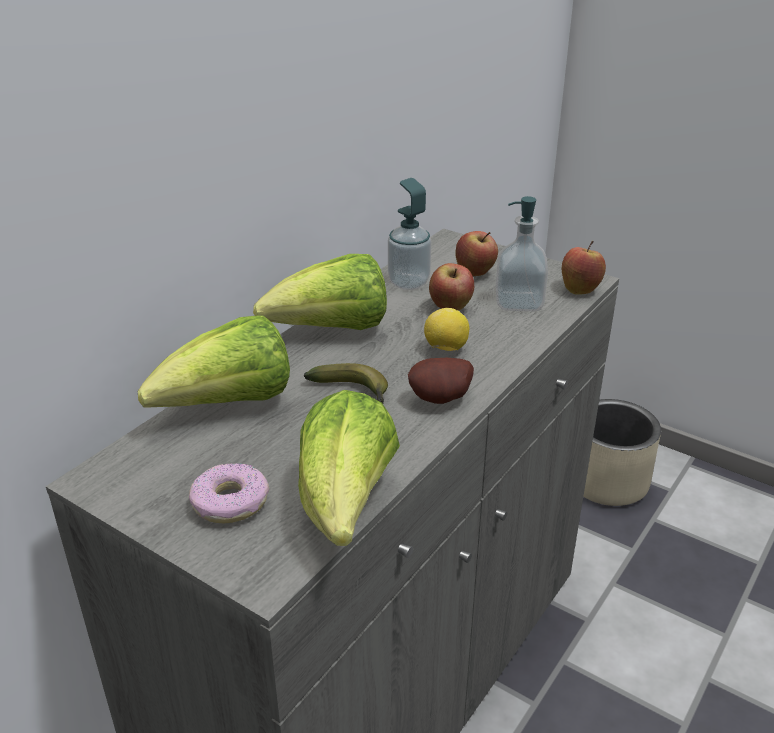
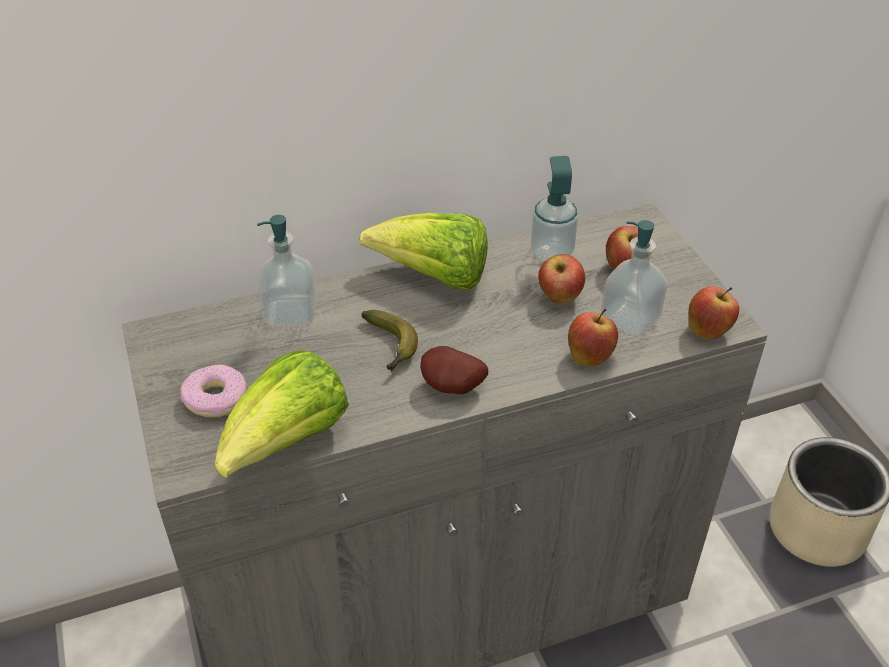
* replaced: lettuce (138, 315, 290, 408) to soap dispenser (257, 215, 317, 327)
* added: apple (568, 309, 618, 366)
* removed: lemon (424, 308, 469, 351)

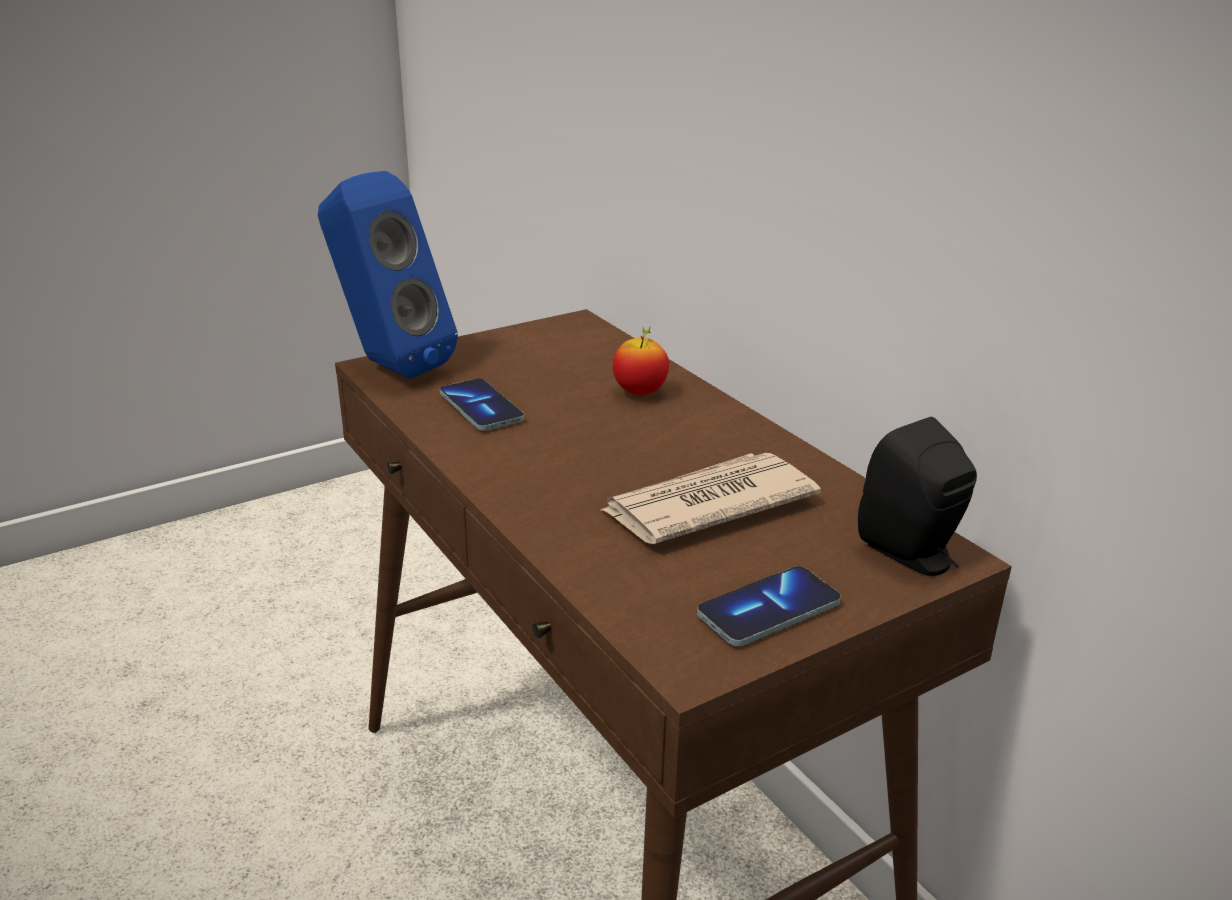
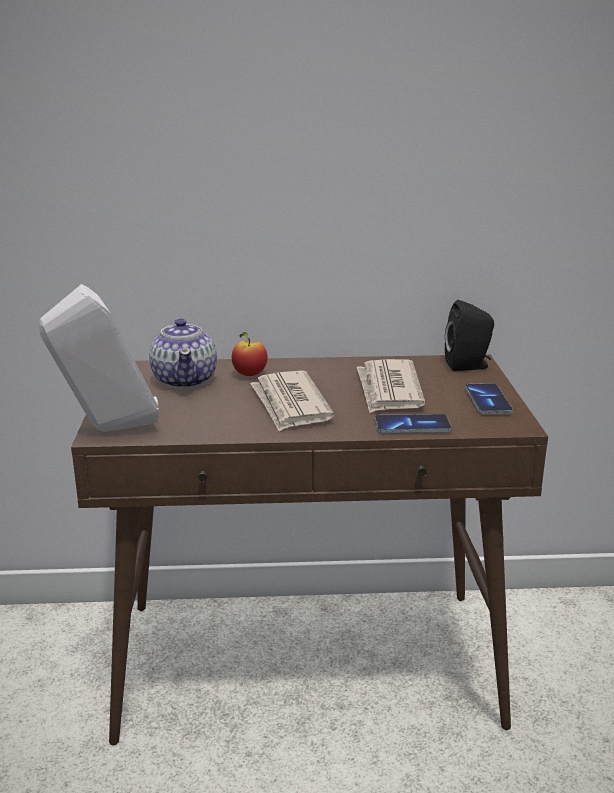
* recoloured: speaker in blue (318, 171, 458, 379) to speaker in white (39, 284, 159, 432)
* added: teapot (149, 318, 217, 389)
* added: newspaper (250, 370, 335, 432)
* moved: phone (440, 378, 524, 431) to (375, 414, 452, 433)

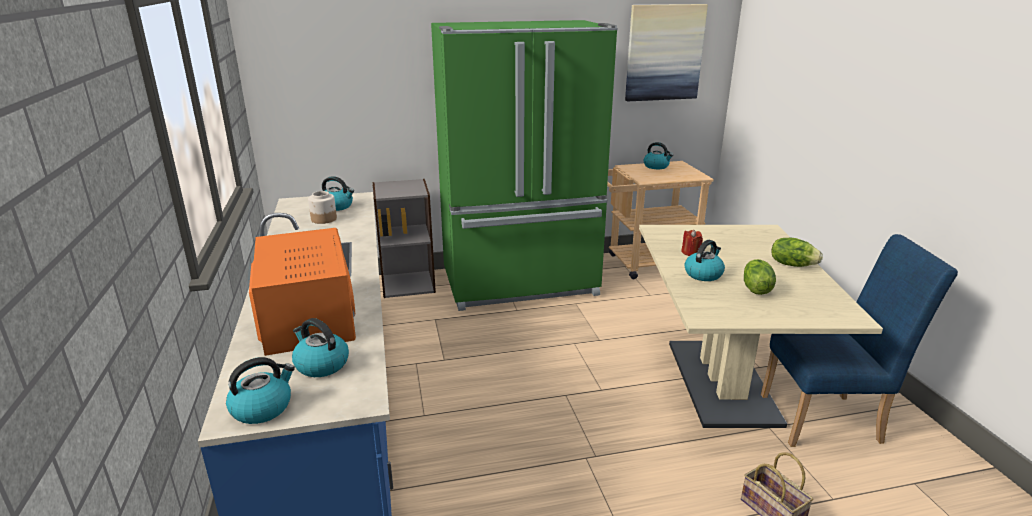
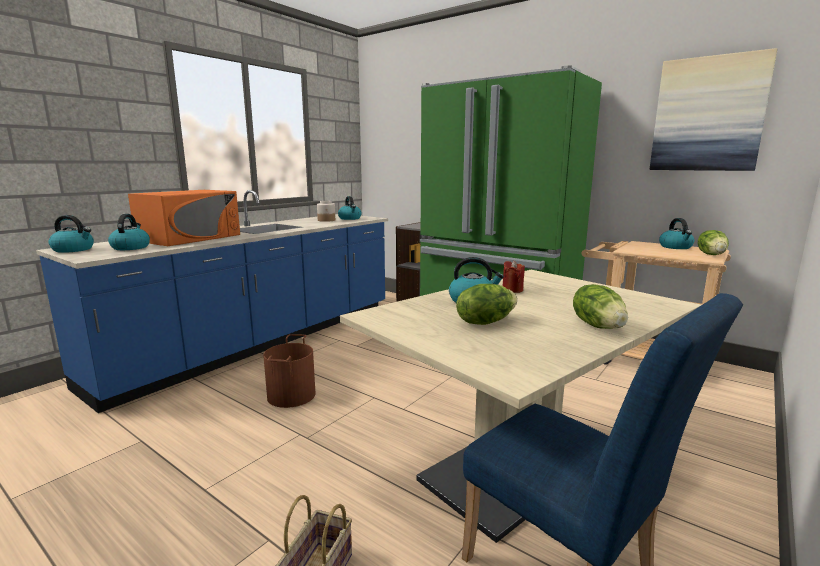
* added: bucket in brown (263, 334, 316, 408)
* added: lettuce (698, 230, 729, 255)

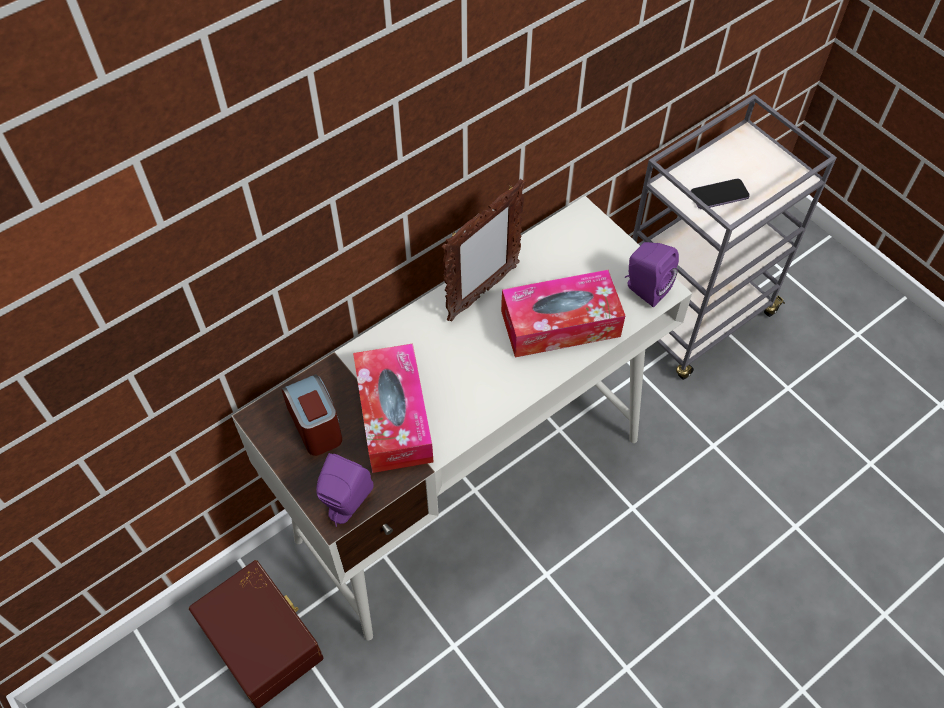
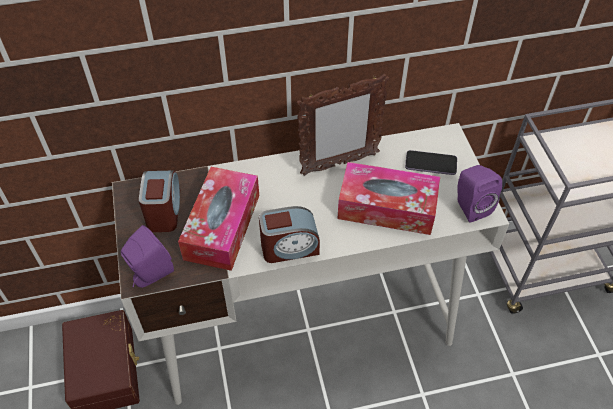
* added: alarm clock (259, 206, 320, 263)
* moved: phone (691, 179, 750, 209) to (405, 150, 457, 175)

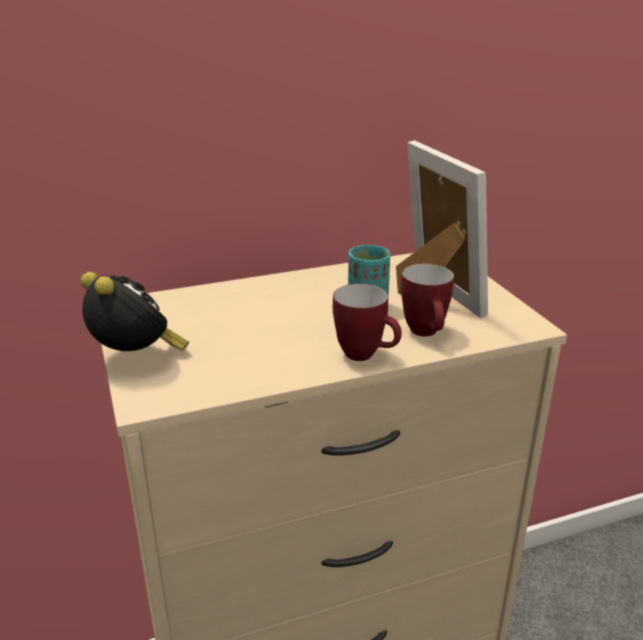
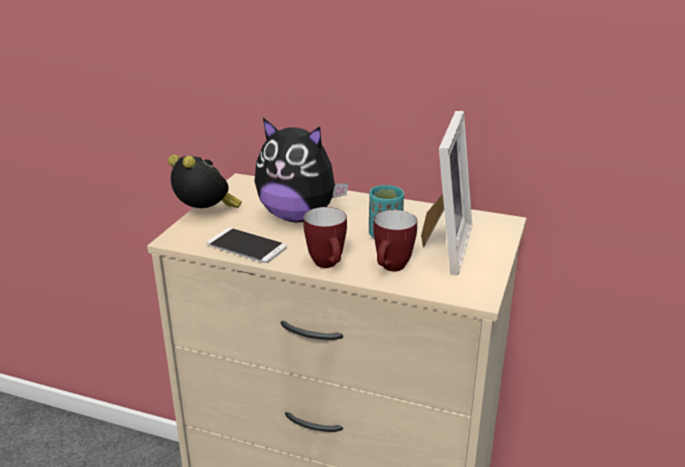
* turned: alarm clock (81, 272, 189, 351) = (168, 155, 242, 208) 45 degrees counterclockwise
* added: phone (207, 228, 287, 263)
* added: plush toy (254, 118, 349, 222)

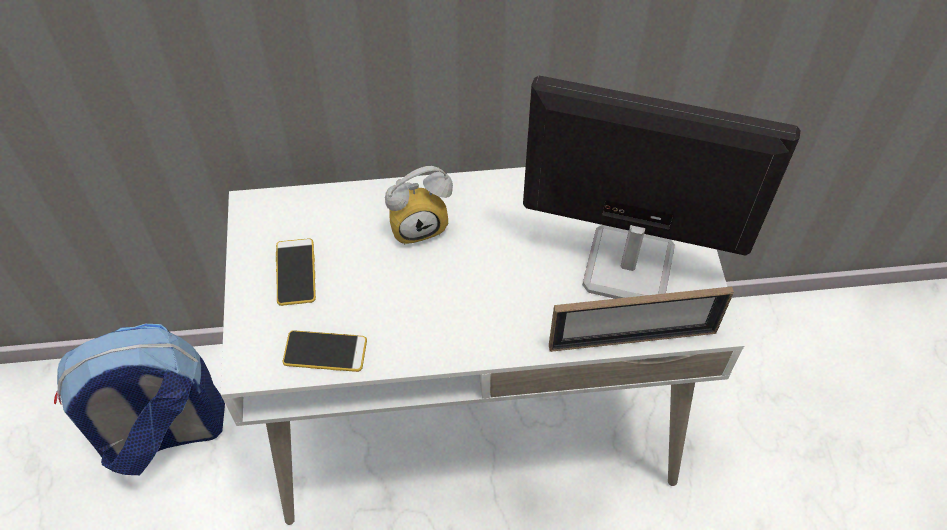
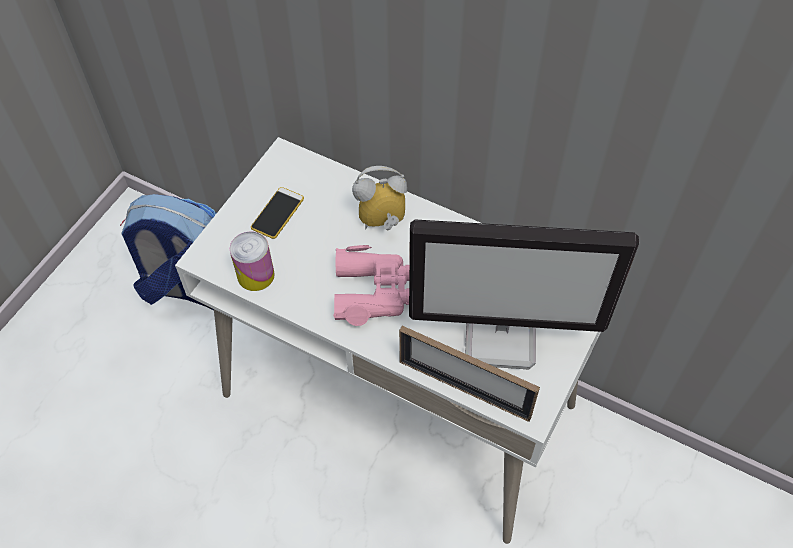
* replaced: phone (283, 330, 367, 372) to can (230, 232, 275, 291)
* added: binoculars in pink (333, 245, 409, 326)
* turned: alarm clock (385, 166, 453, 245) = (352, 166, 407, 230) 150 degrees clockwise
* turned: monitor (523, 75, 801, 299) = (409, 219, 639, 370) 135 degrees clockwise

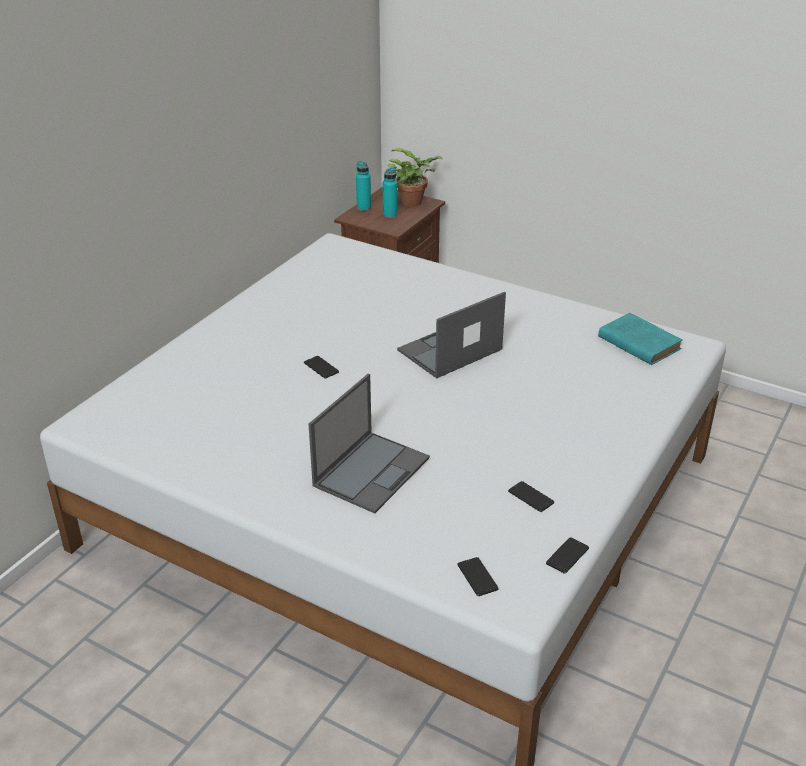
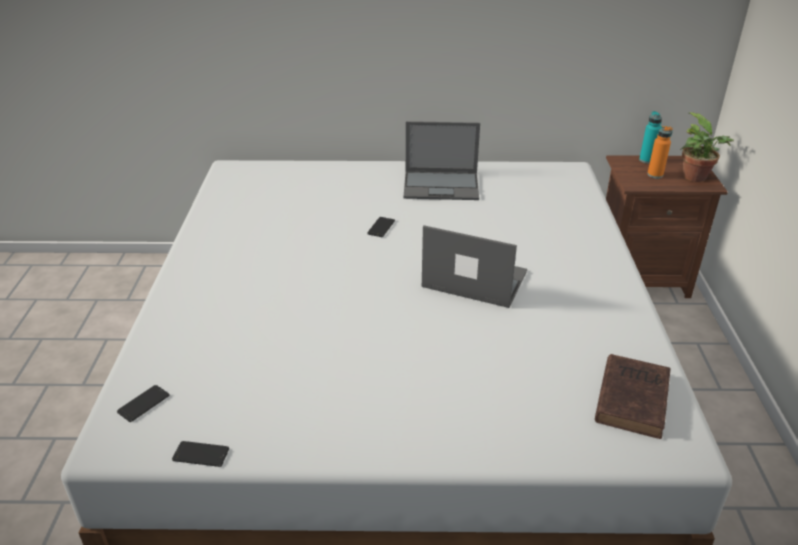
* moved: laptop (309, 374, 430, 513) to (404, 121, 480, 200)
* recoloured: book in turquoise (598, 313, 683, 365) to book in brown (595, 354, 671, 439)
* recoloured: bottle in turquoise (383, 168, 397, 218) to bottle in orange (647, 126, 673, 178)
* removed: phone (508, 481, 554, 512)

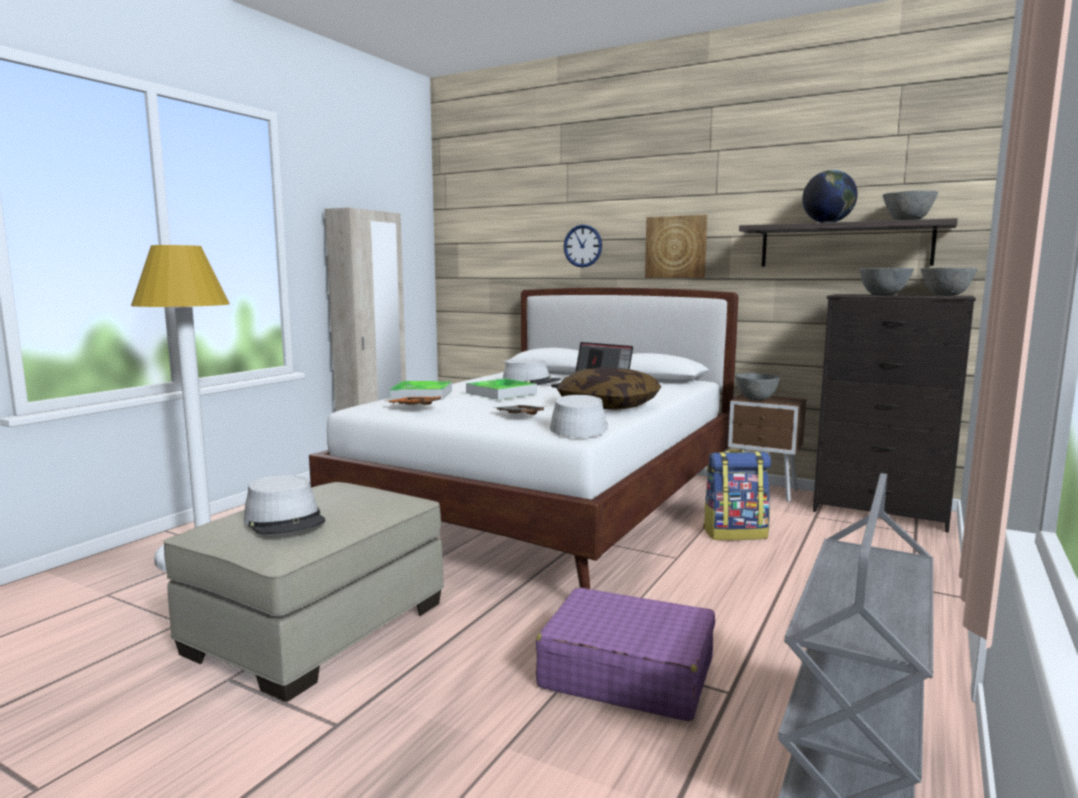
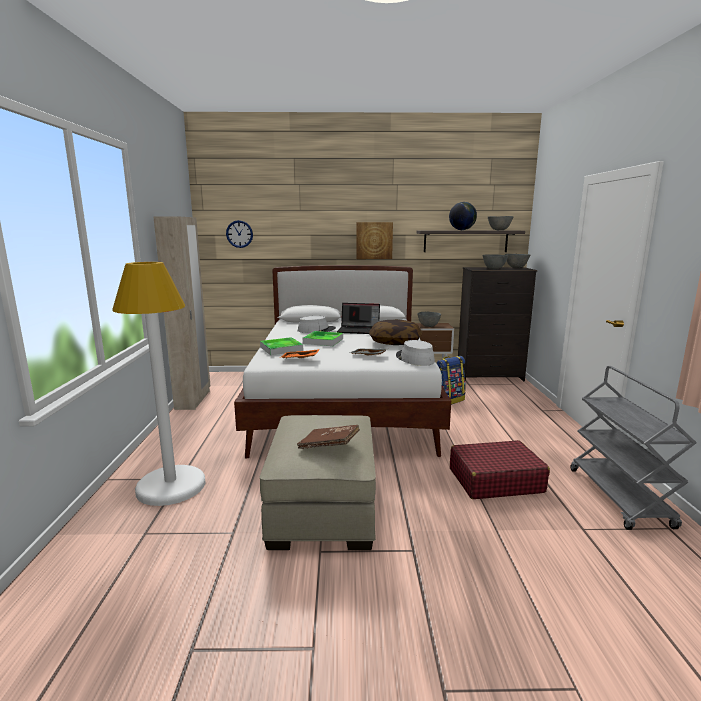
* moved: wall clock (564, 225, 602, 268) to (226, 220, 253, 248)
* replaced: hat in grey (244, 475, 326, 534) to book in brown (297, 425, 360, 449)
* recoloured: suitcase in purple (536, 587, 715, 721) to suitcase in red (450, 440, 550, 499)

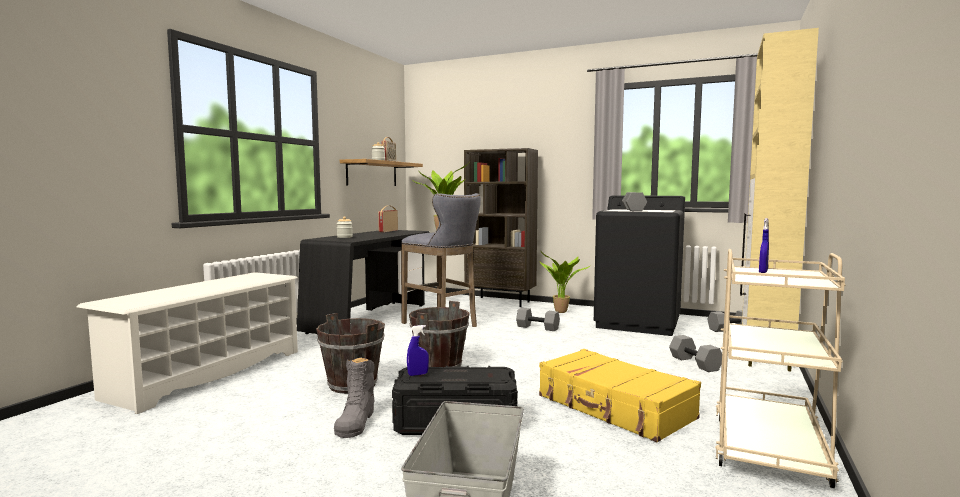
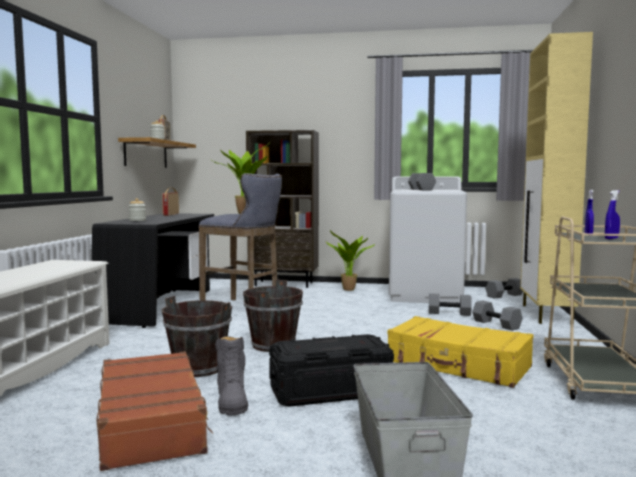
* added: suitcase in brown (96, 351, 213, 471)
* recoloured: washing machine in black (594, 195, 685, 336) to washing machine in white (389, 177, 467, 303)
* moved: dumbbell in grey (516, 308, 560, 331) to (429, 293, 472, 316)
* moved: spray bottle in blue (407, 325, 429, 376) to (605, 190, 620, 239)

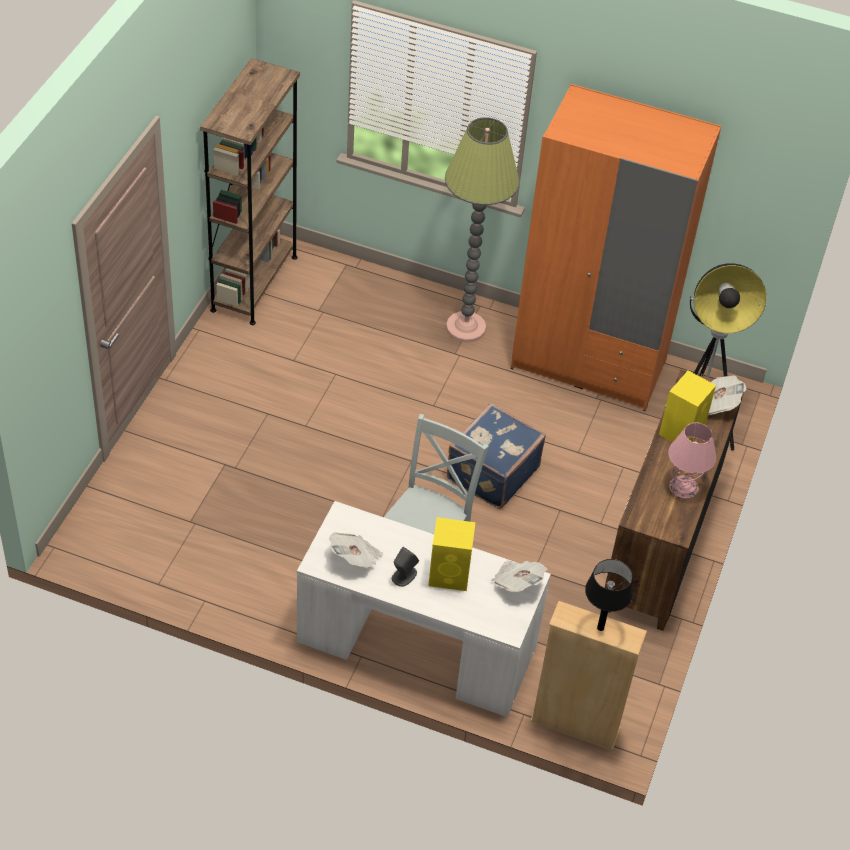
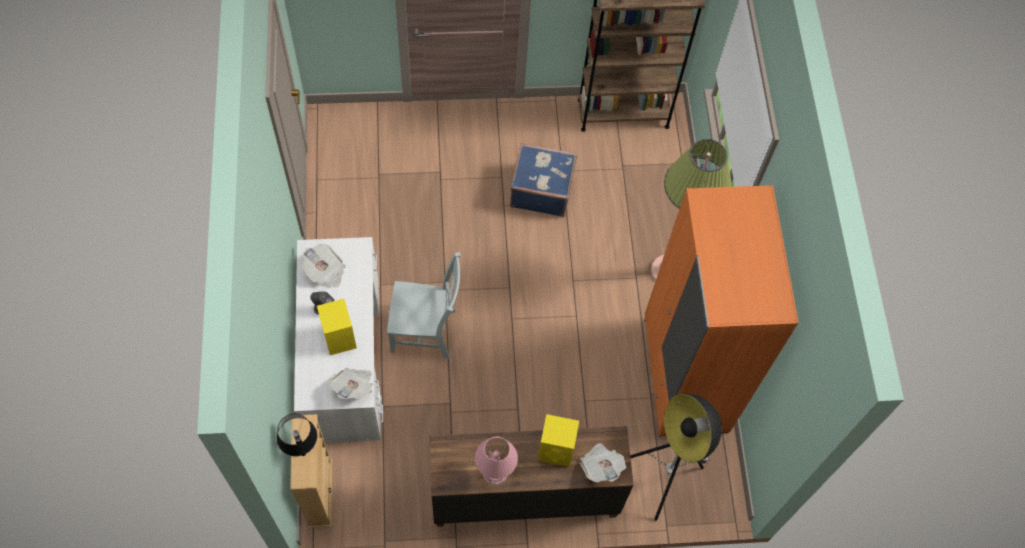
* moved: suitcase in blue (447, 403, 546, 509) to (510, 143, 577, 217)

